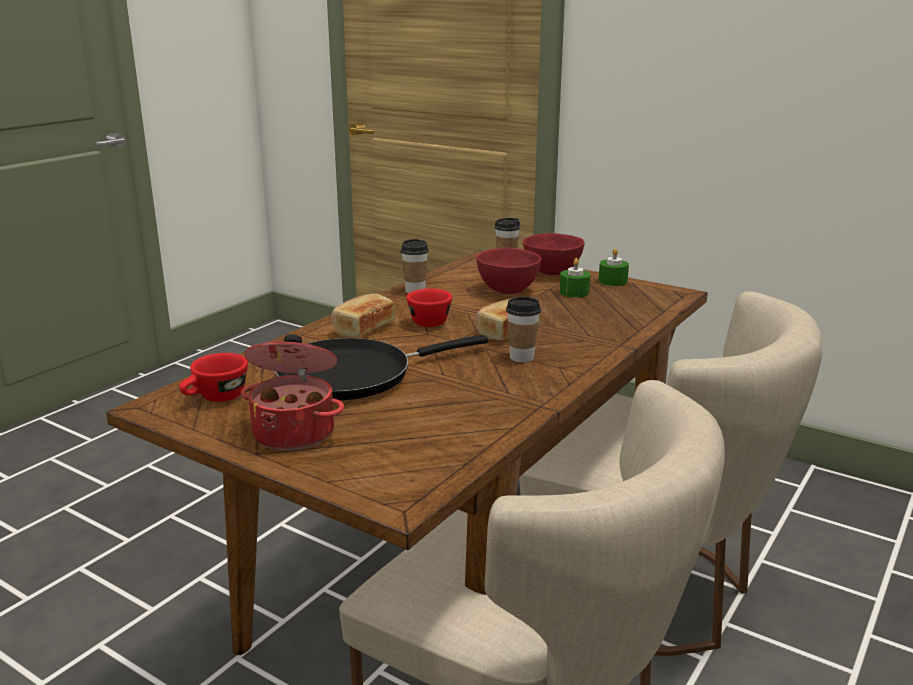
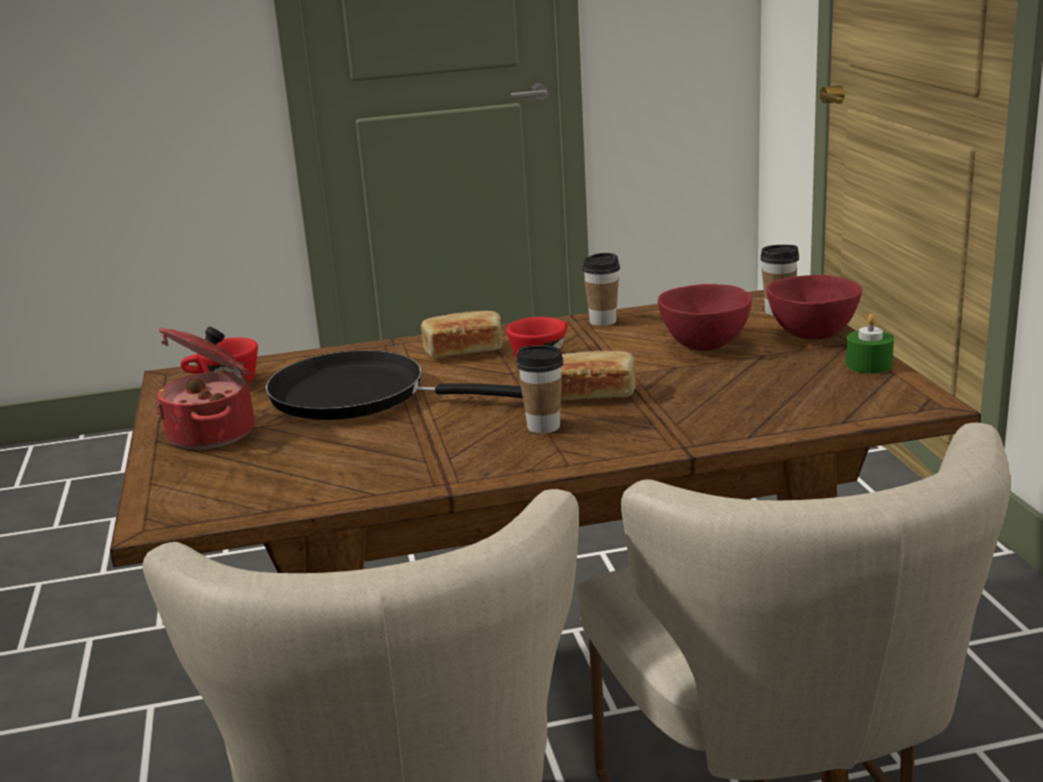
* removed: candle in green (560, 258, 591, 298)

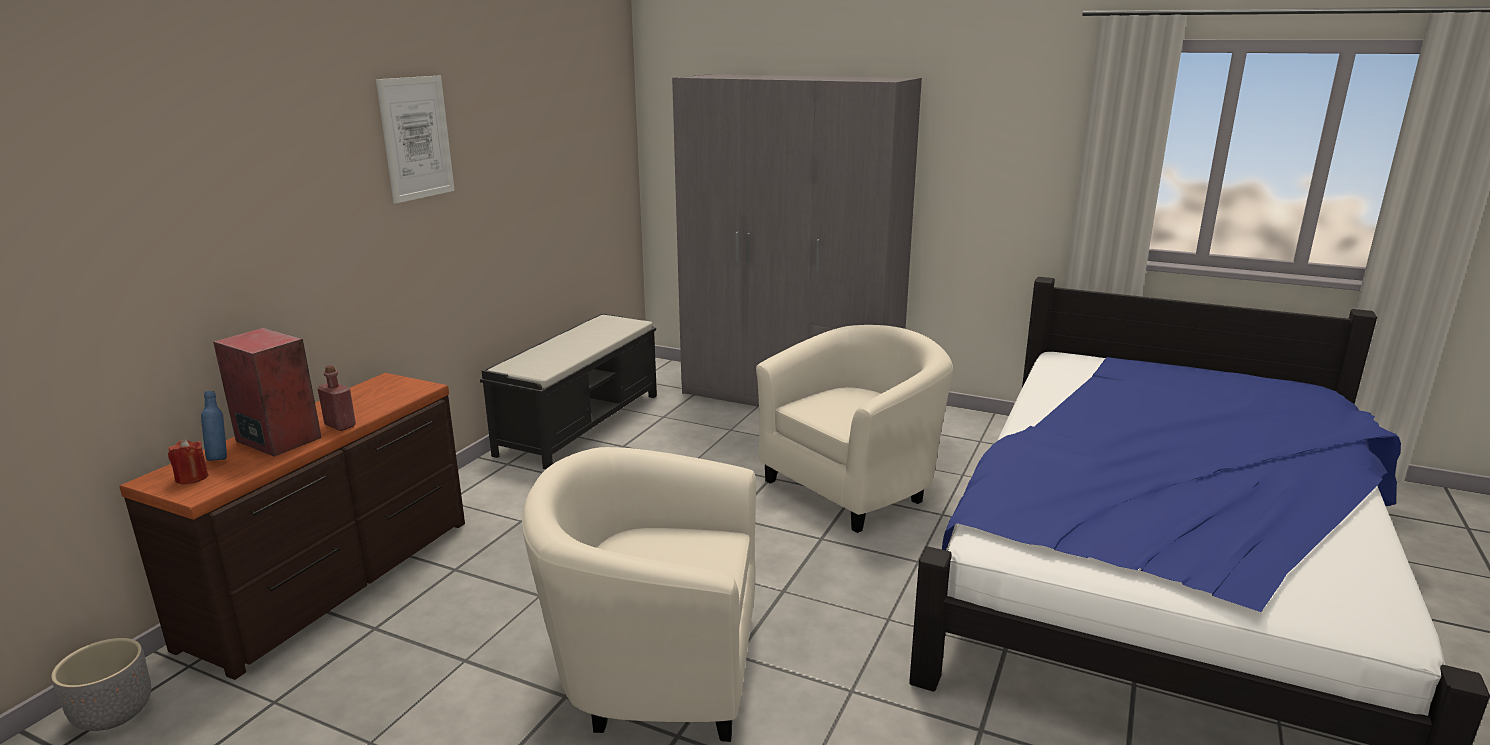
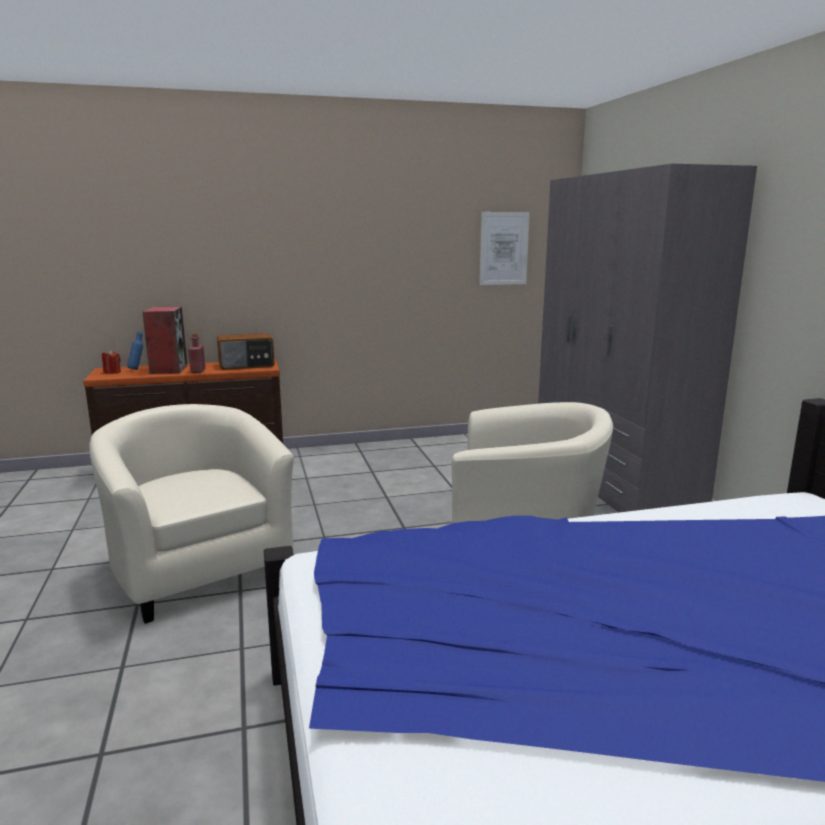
* added: radio (217, 333, 275, 370)
* moved: picture (376, 76, 455, 204) to (479, 212, 530, 285)
* removed: planter in grey (51, 638, 151, 731)
* removed: bench in black (480, 313, 657, 469)

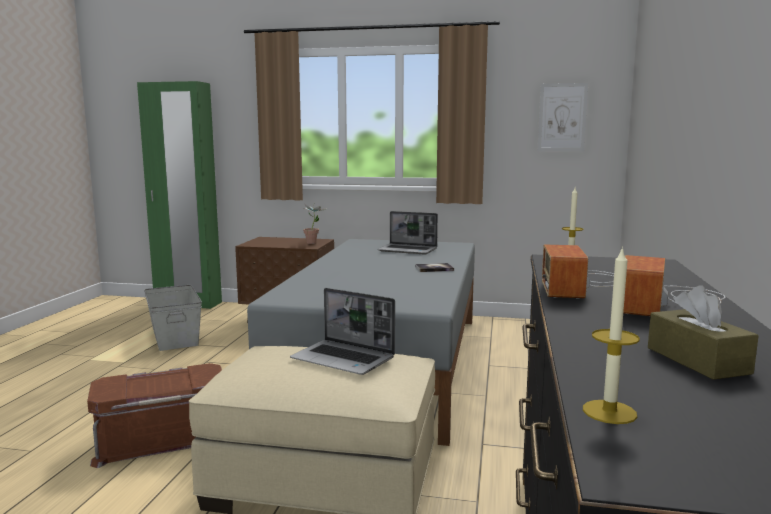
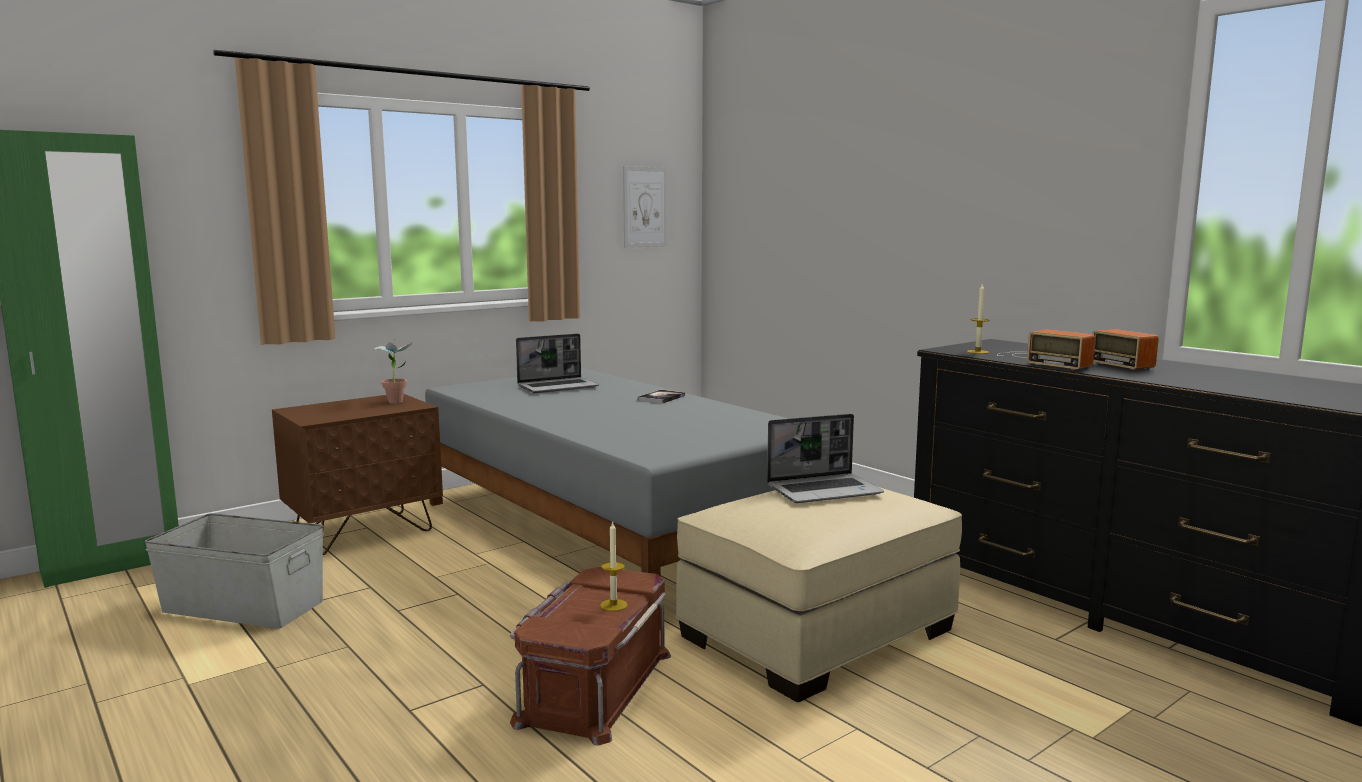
* moved: candle (583, 246, 640, 424) to (600, 521, 628, 611)
* removed: tissue box in brown (648, 285, 759, 380)

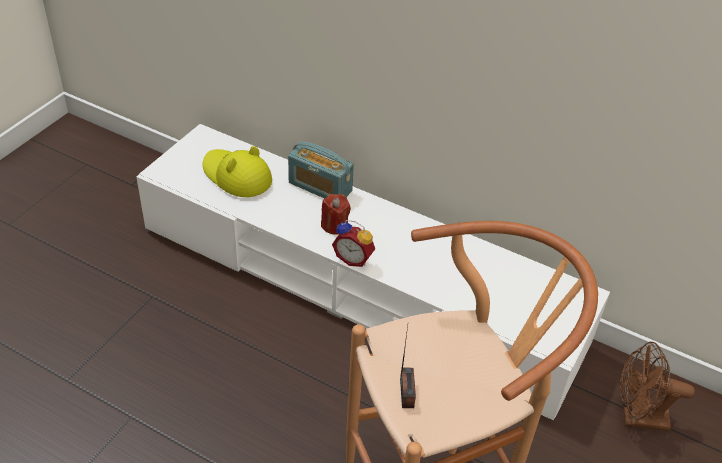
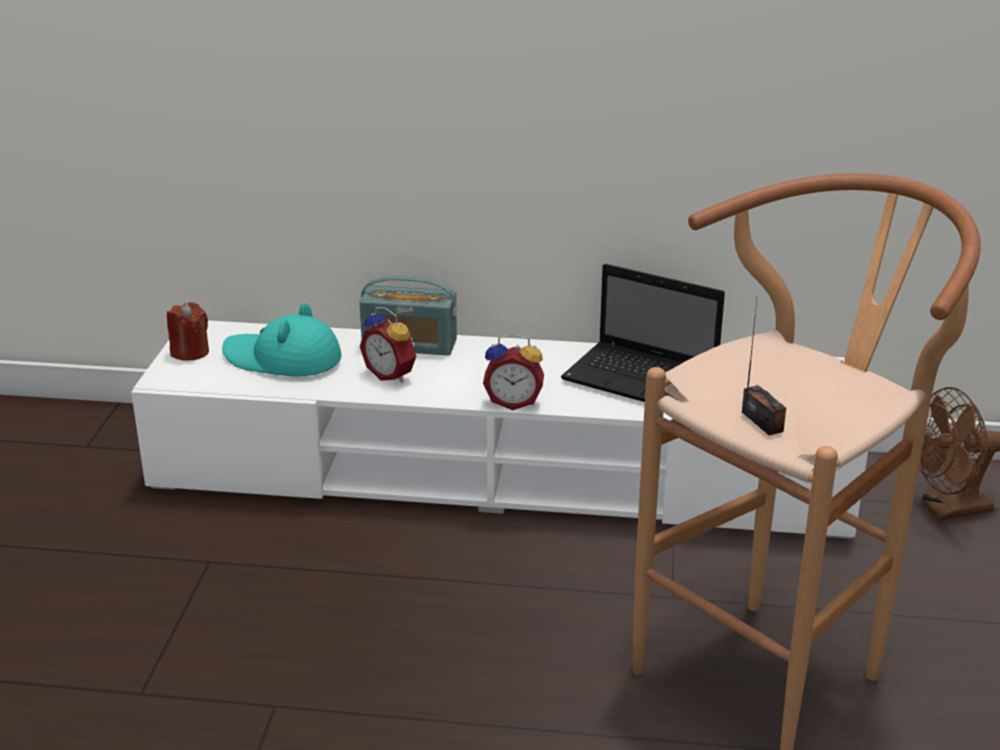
* moved: candle in red (321, 194, 351, 235) to (167, 302, 209, 361)
* recoloured: hat in yellow (202, 146, 272, 197) to hat in turquoise (222, 303, 341, 376)
* added: alarm clock (360, 307, 416, 383)
* added: laptop (561, 264, 725, 402)

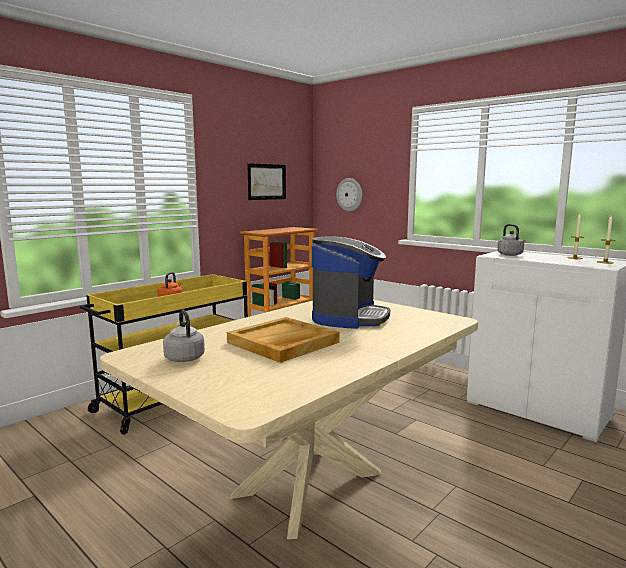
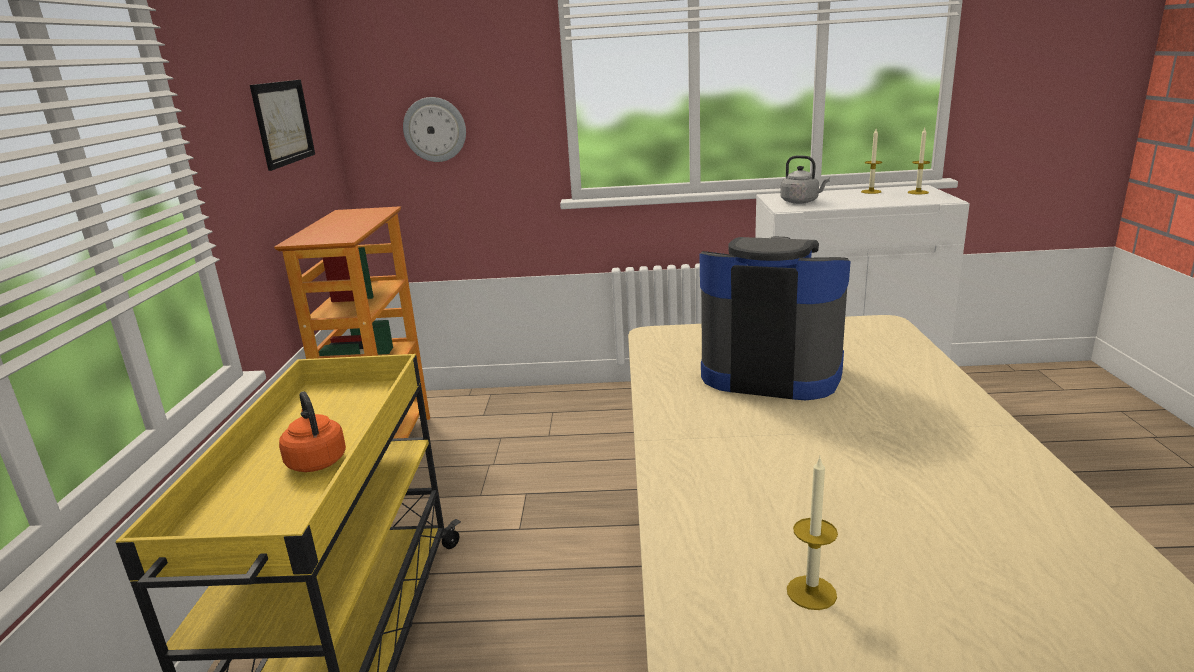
* turned: coffee machine (312, 236, 390, 329) = (700, 236, 851, 400) 45 degrees counterclockwise
* replaced: kettle in grey (163, 309, 205, 362) to candle (787, 455, 838, 610)
* removed: tray in beige (227, 317, 340, 363)

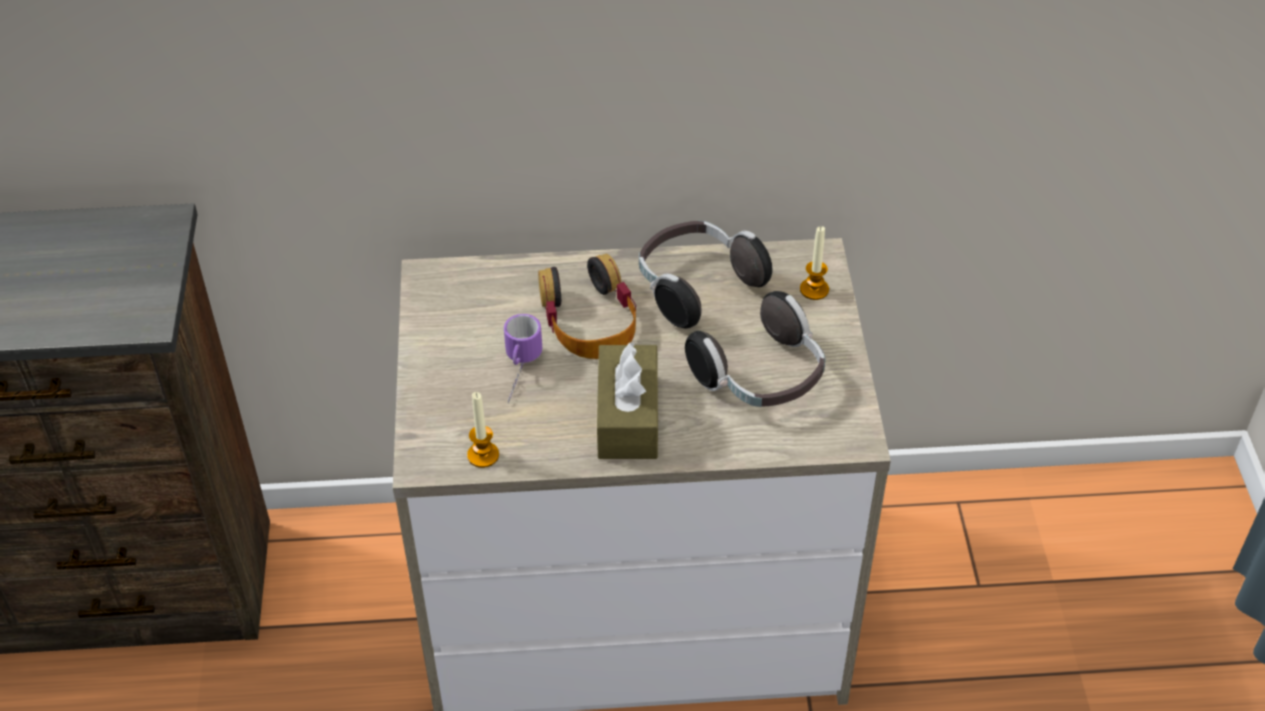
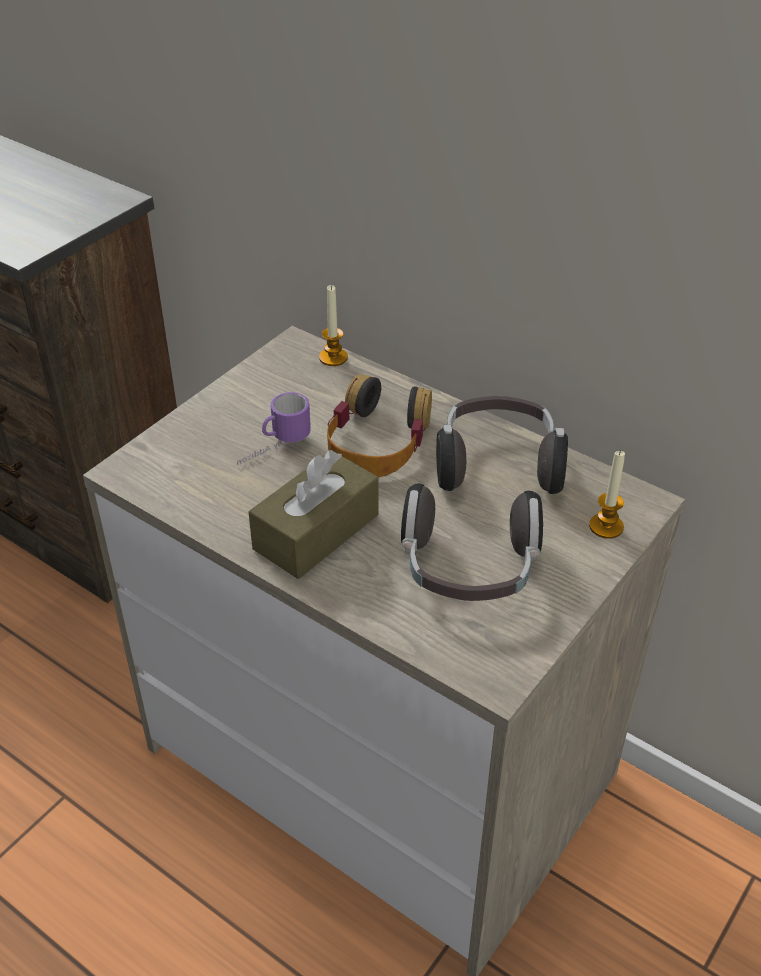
* moved: candle (467, 392, 499, 468) to (319, 285, 348, 366)

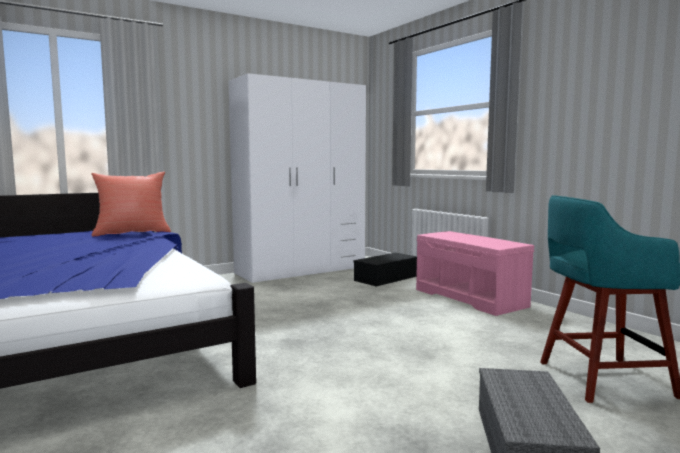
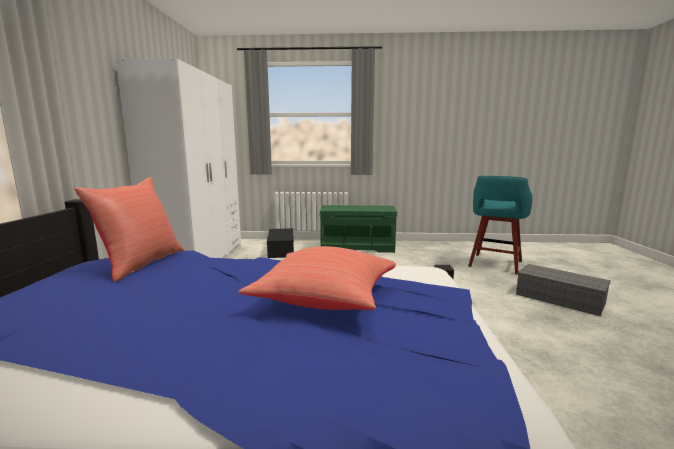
* added: pillow in red (238, 246, 396, 310)
* recoloured: bench in pink (416, 231, 534, 316) to bench in green (320, 205, 397, 253)

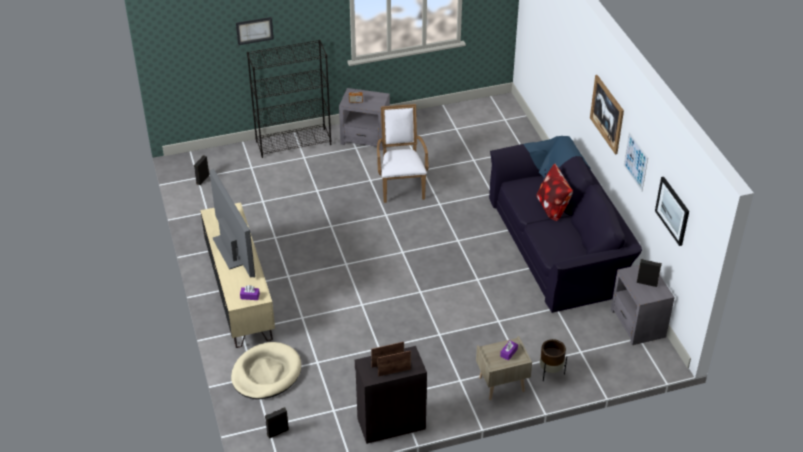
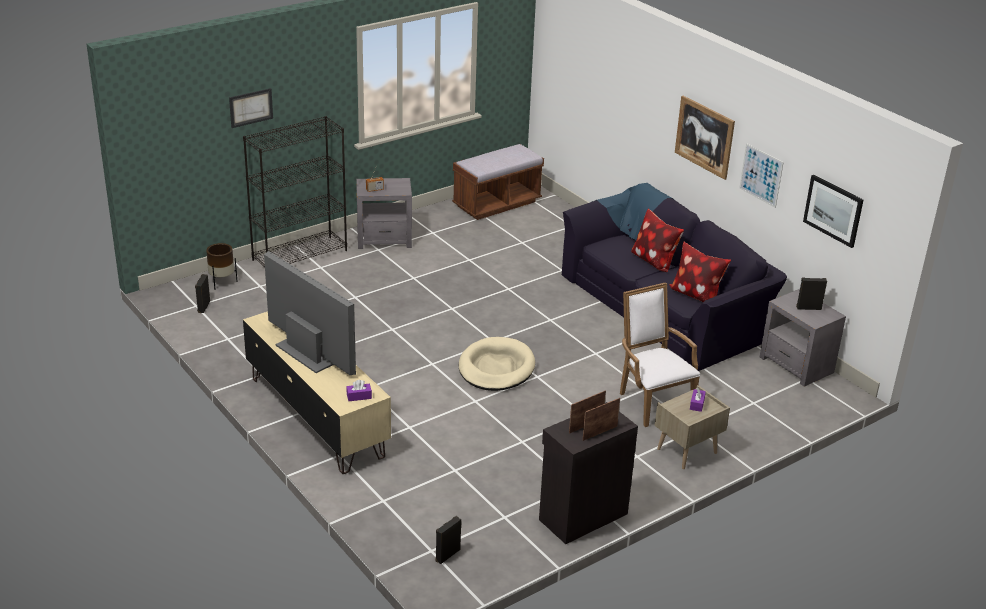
* moved: planter in brown (540, 339, 567, 381) to (206, 243, 238, 290)
* added: bench in brown (452, 144, 544, 220)
* moved: dog bed in beige (231, 342, 301, 399) to (459, 337, 535, 391)
* moved: armchair in white (377, 104, 429, 203) to (620, 282, 700, 427)
* added: pillow (669, 242, 731, 302)

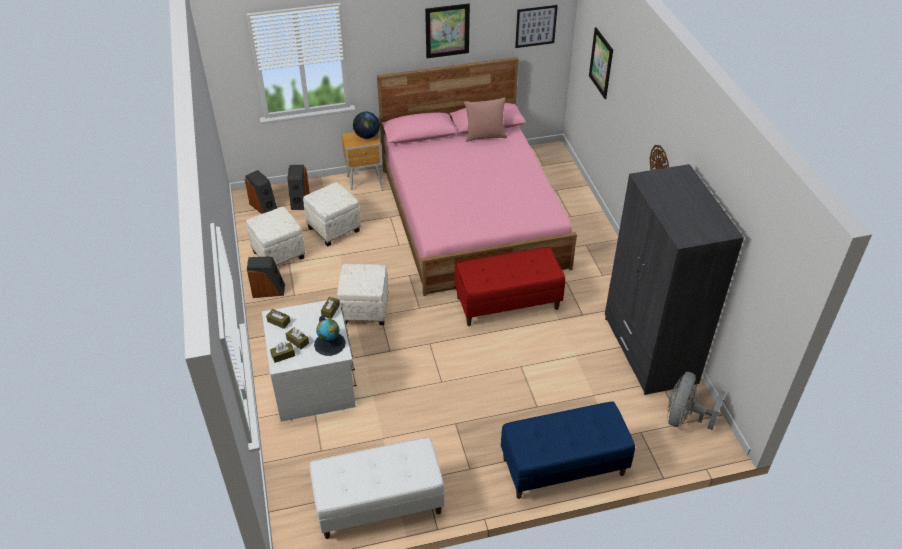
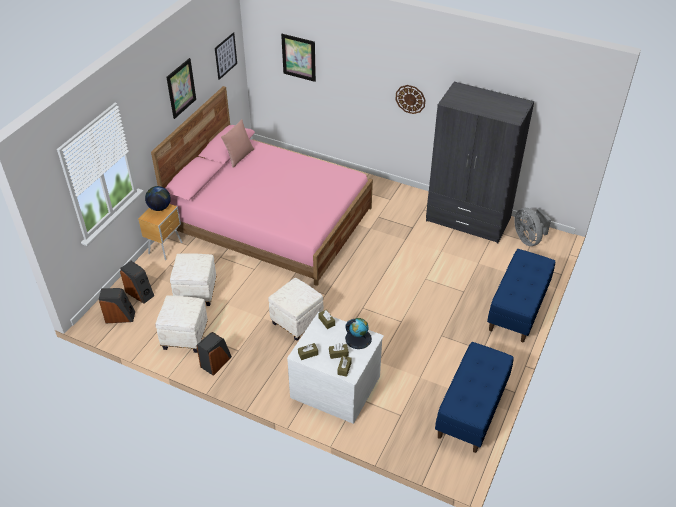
* recoloured: bench in white (310, 437, 444, 539) to bench in blue (435, 342, 514, 453)
* removed: bench in red (454, 247, 566, 326)

